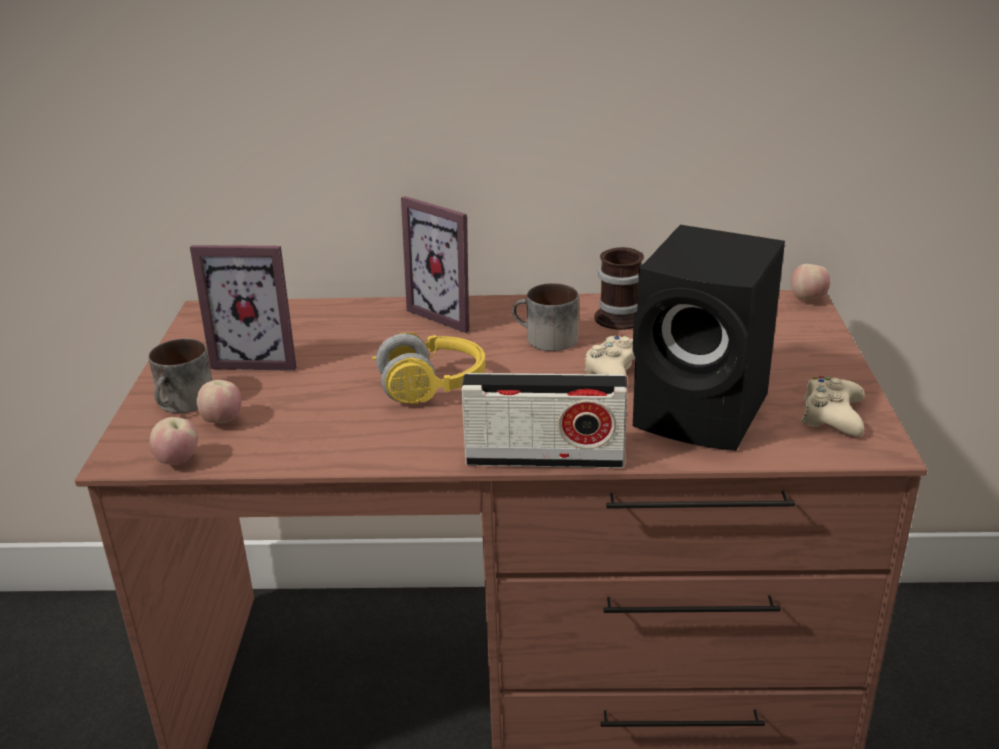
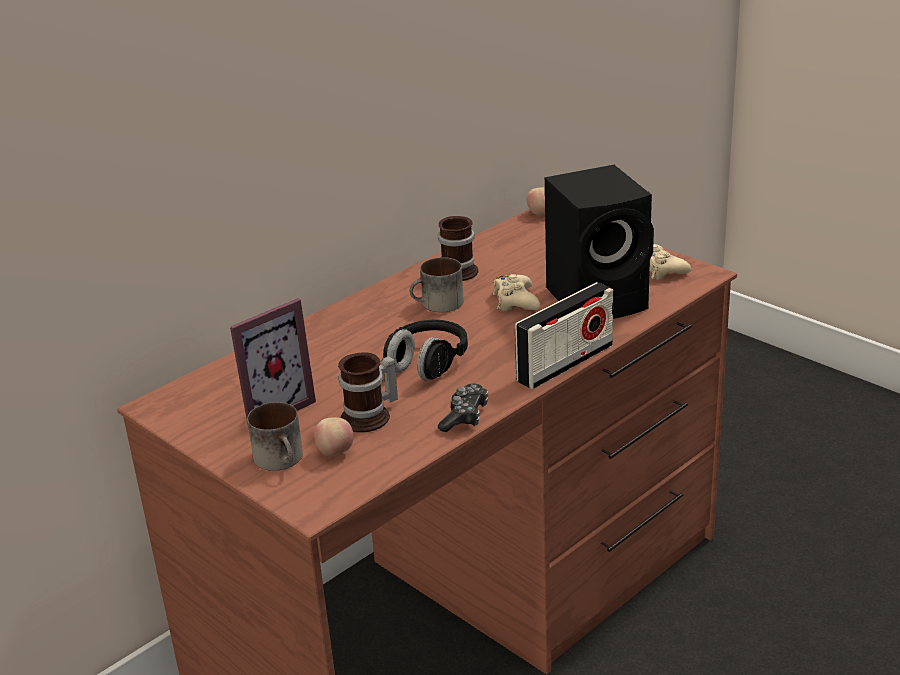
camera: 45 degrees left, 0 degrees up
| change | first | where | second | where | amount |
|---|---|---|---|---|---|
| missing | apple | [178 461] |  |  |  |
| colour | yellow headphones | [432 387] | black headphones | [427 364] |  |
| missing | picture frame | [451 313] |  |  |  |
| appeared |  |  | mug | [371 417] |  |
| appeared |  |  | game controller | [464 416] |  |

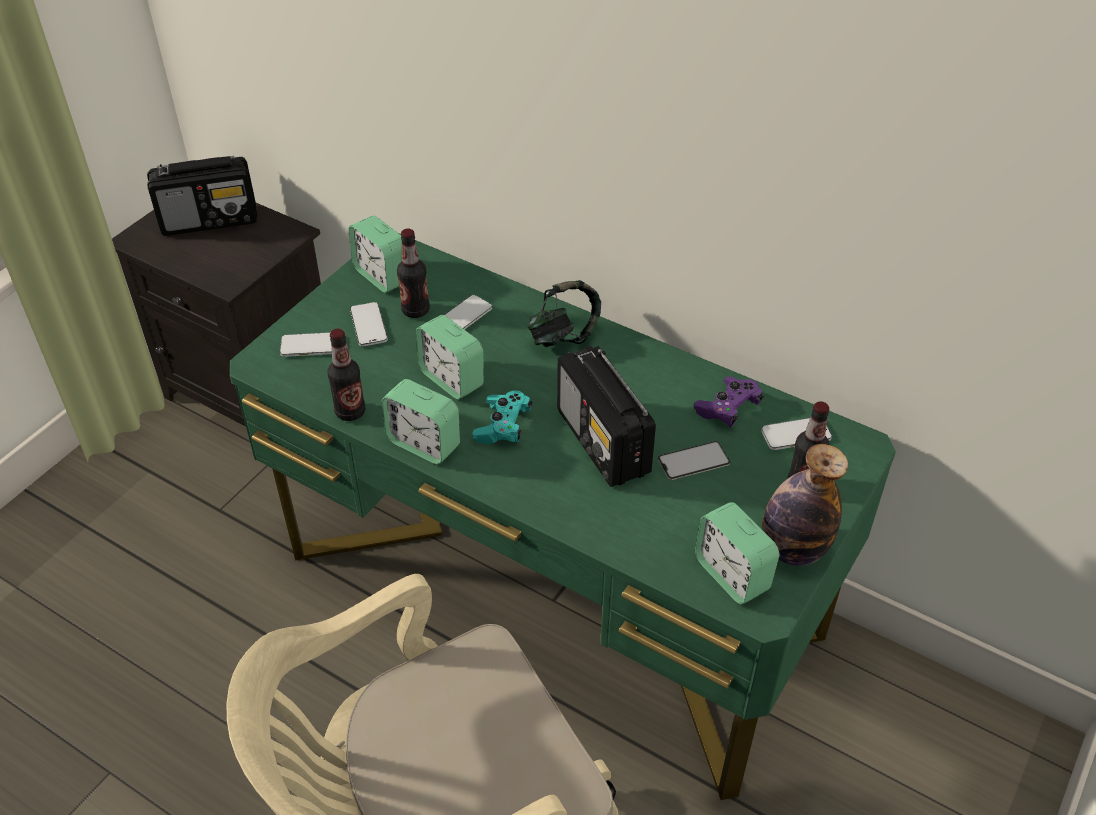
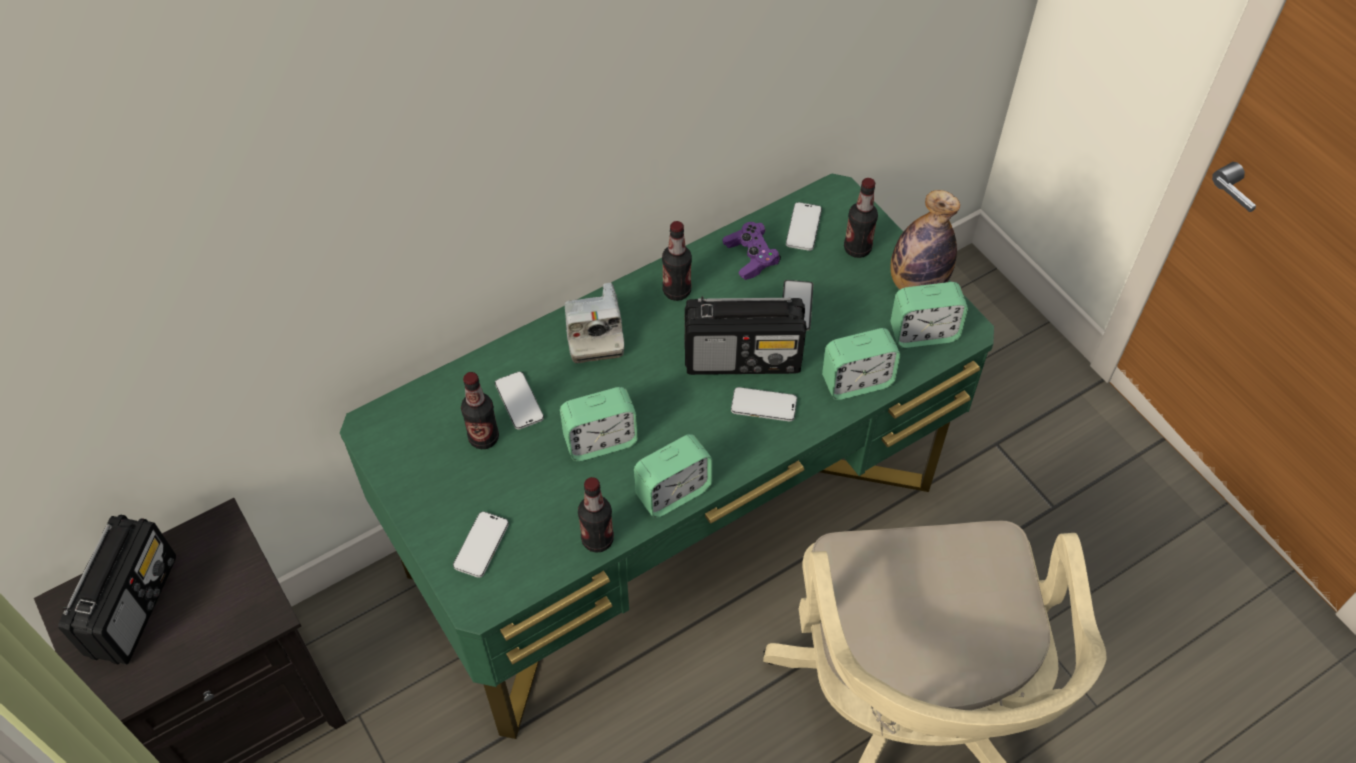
camera: 65 degrees left, 10 degrees up
| change | first | where | second | where | amount |
|---|---|---|---|---|---|
| relocated | alarm clock | [382 276] |  | [857 381] |  |
| relocated | phone | [368 326] |  | [763 405] |  |
| missing | turquoise game controller | [503 426] |  |  |  |
| exchanged | headphones | [563 336] | photo camera | [594 333] |  |
| appeared |  |  | bottle | [676 291] |  |

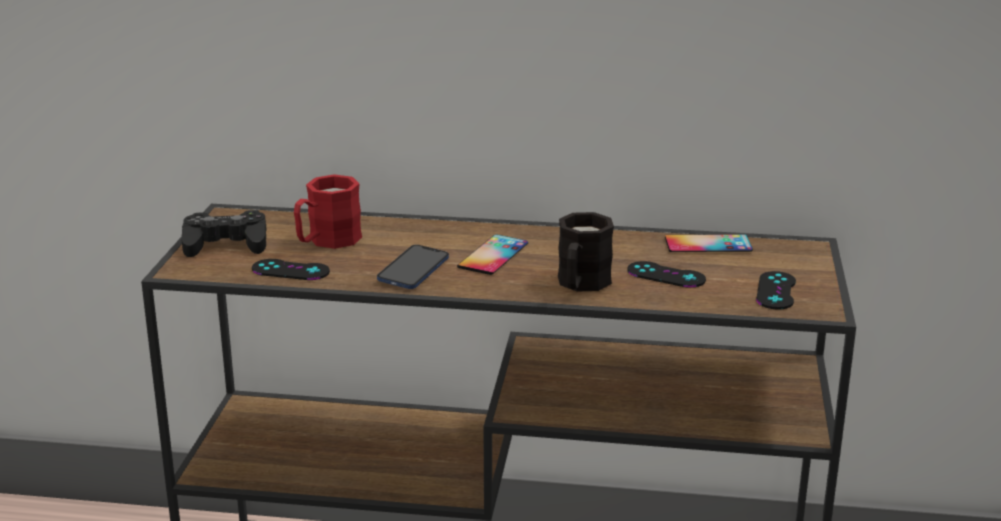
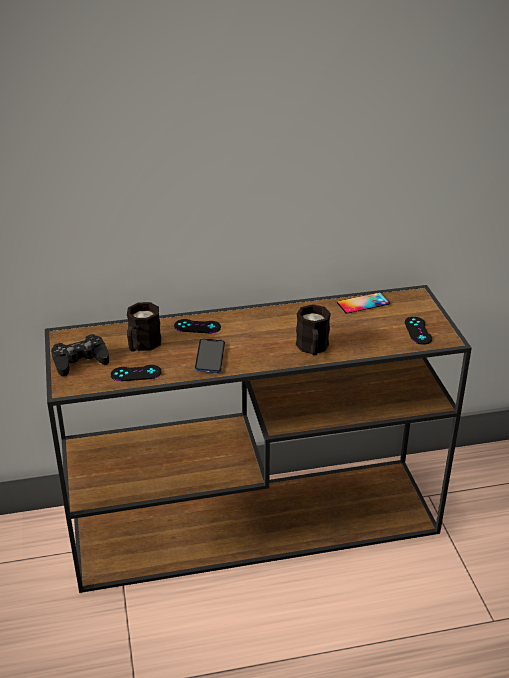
camera: 20 degrees left, 10 degrees up
| change | first | where | second | where | amount |
|---|---|---|---|---|---|
| colour | red mug | [327 241] | black mug | [142 345] |  |
| missing | phone | [493 255] |  |  |  |
| relocated | black game controller | [666 275] |  | [197 326] |  |

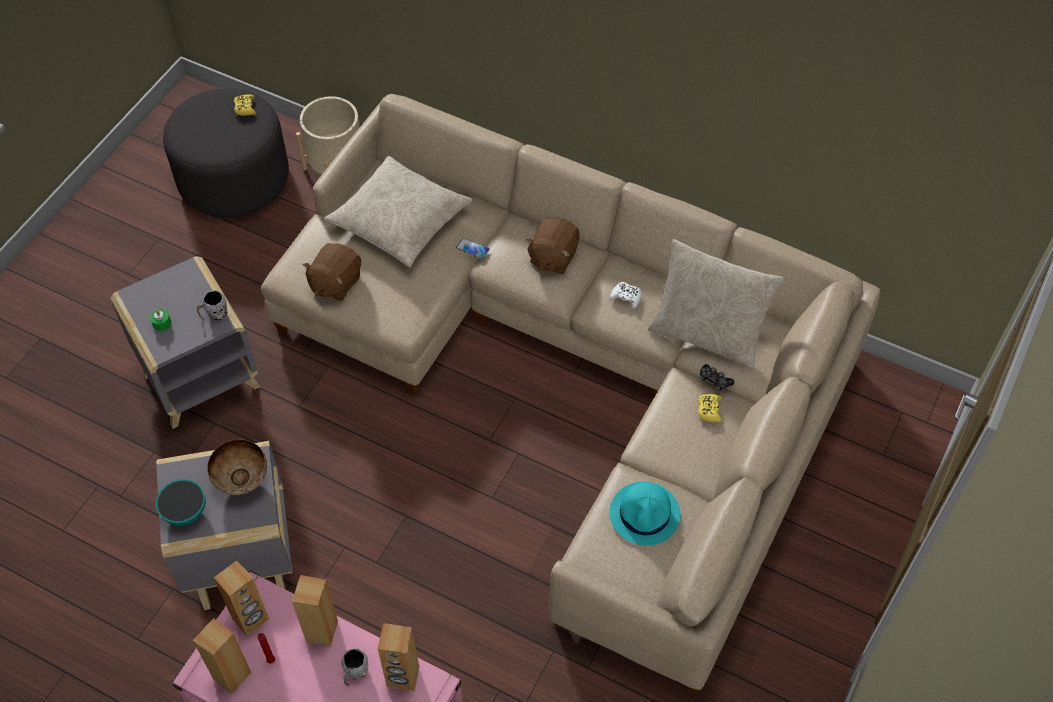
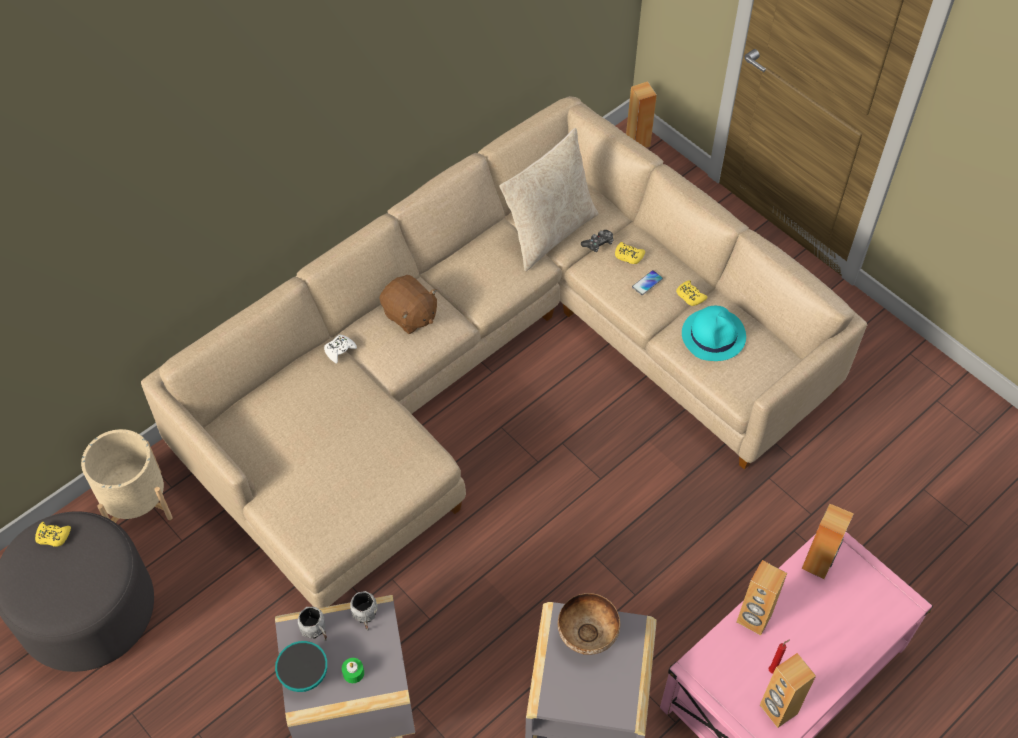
camera: 70 degrees left, 0 degrees up
| change | first | where | second | where | amount |
|---|---|---|---|---|---|
| relocated | bowl | [185 512] |  | [304 675] |  |
| relocated | brown speaker | [251 619] |  | [638 142] |  |
| missing | brown plush toy | [335 283] |  |  |  |
| missing | beige pillow | [399 220] |  |  |  |
| relocated | grey mug | [354 673] |  | [316 631] |  |
| relocated | phone | [472 249] |  | [647 283] |  |
| relocated | white game controller | [626 297] |  | [339 350] |  |
| appeared |  |  | yellow game controller | [690 296] |  |

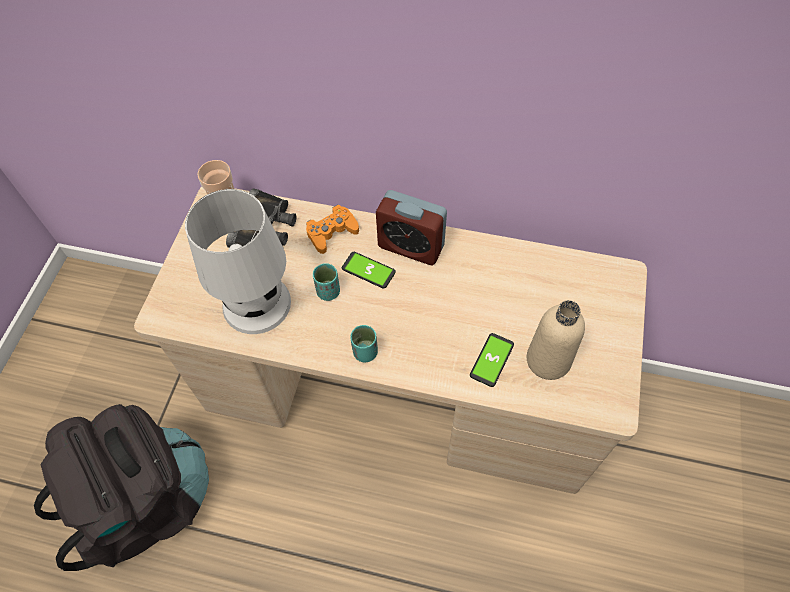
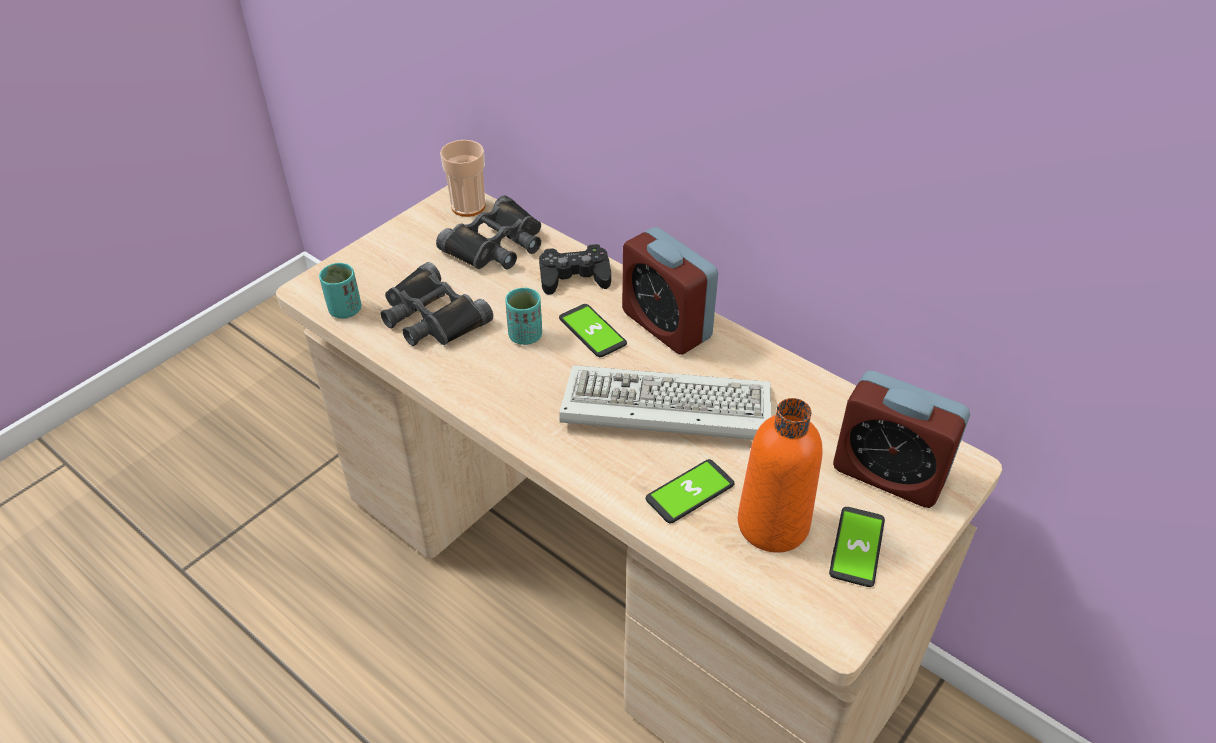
camera: 25 degrees right, 15 degrees down
| change | first | where | second | where | amount |
|---|---|---|---|---|---|
| missing | black backpack | [146 502] |  |  |  |
| exchanged | white table lamp | [257 303] | black binoculars | [431 317] |  |
| colour | orange game controller | [332 232] | black game controller | [574 277] |  |
| relocated | turquoise cup | [365 352] |  | [345 310] |  |
| colour | beige bottle | [548 360] | orange bottle | [773 524] |  |
| appeared |  |  | keyboard | [661 410] |  |
| appeared |  |  | phone | [856 547] |  |
| appeared |  |  | alarm clock | [888 474] |  |

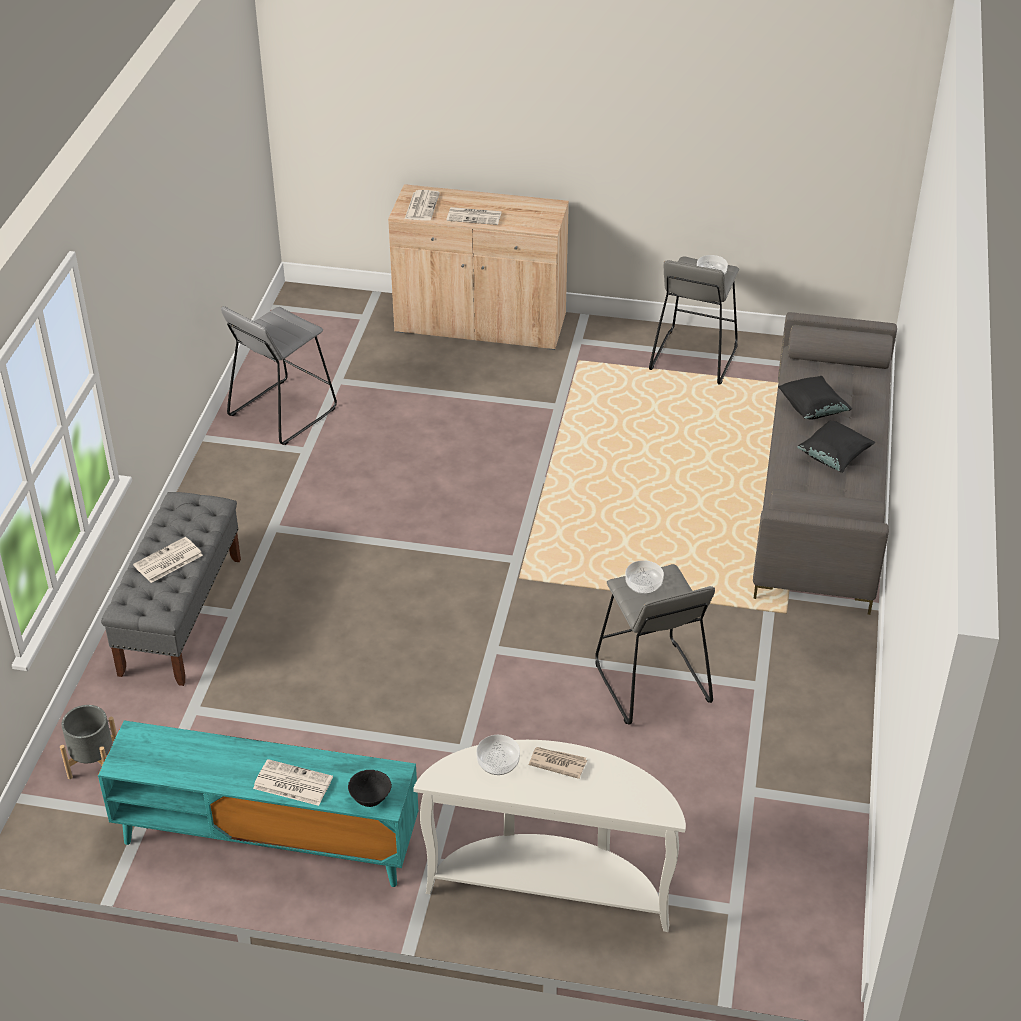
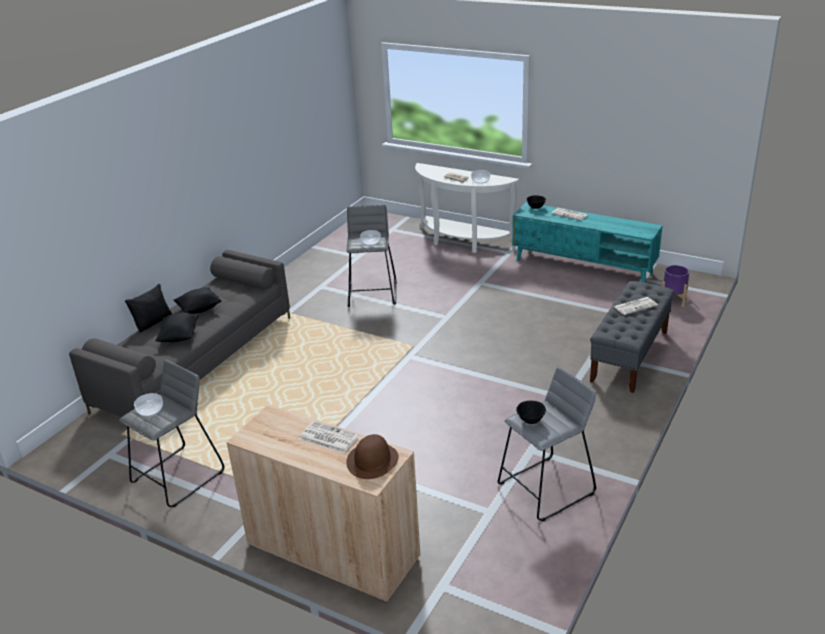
camera: 160 degrees left, 10 degrees down
| change | first | where | second | where | amount |
|---|---|---|---|---|---|
| colour | grey planter | [94 763] | purple planter | [673 299] |  |
| exchanged | newspaper | [421 206] | brown hat | [372 460] |  |
| appeared |  |  | black pillow | [153 322] |  |
| appeared |  |  | black bowl | [530 420] |  |

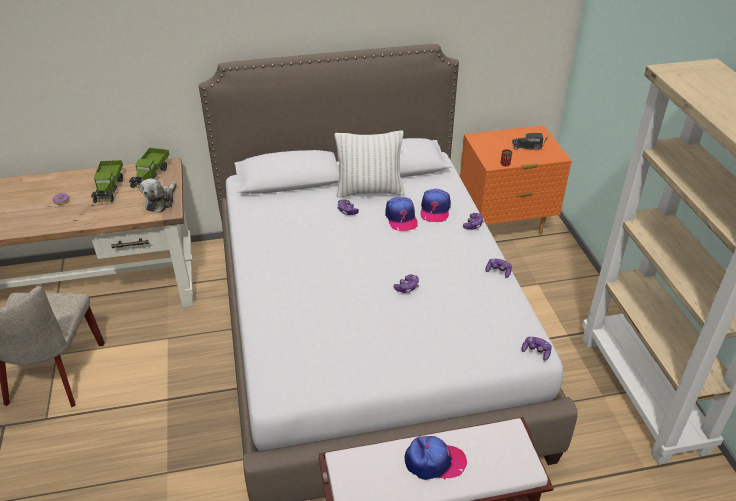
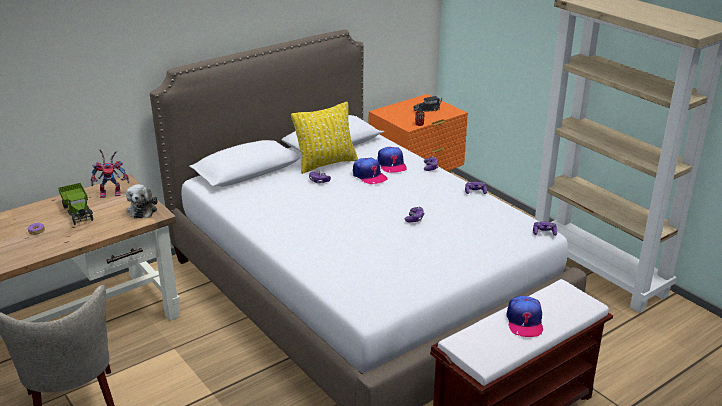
camera: 25 degrees left, 10 degrees down
| change | first | where | second | where | amount |
|---|---|---|---|---|---|
| exchanged | toy truck | [151 175] | toy robot | [112 193] |  |
| colour | white pillow | [369 191] | yellow pillow | [326 163] |  |
| spun | cap | [434 462] |  | [524 321] | 120 degrees clockwise |

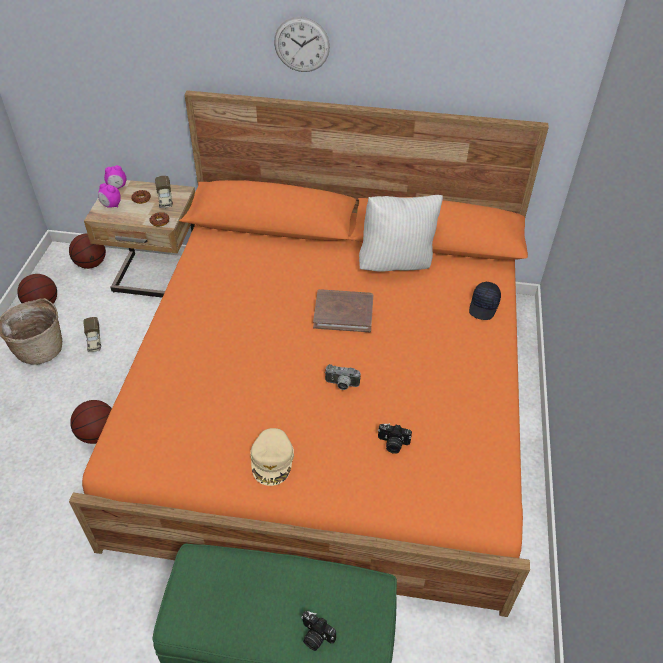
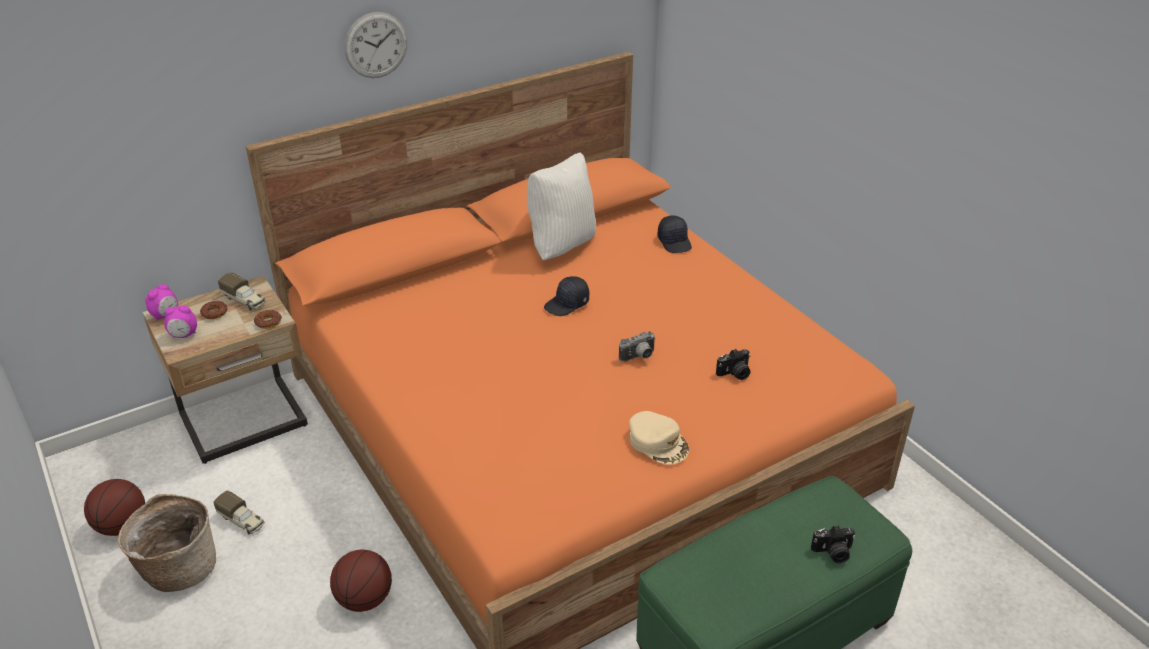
camera: 40 degrees left, 10 degrees down
| change | first | where | second | where | amount |
|---|---|---|---|---|---|
| missing | basketball | [91 264] |  |  |  |
| exchanged | brown book | [343 313] | black cap | [567 304] |  |

